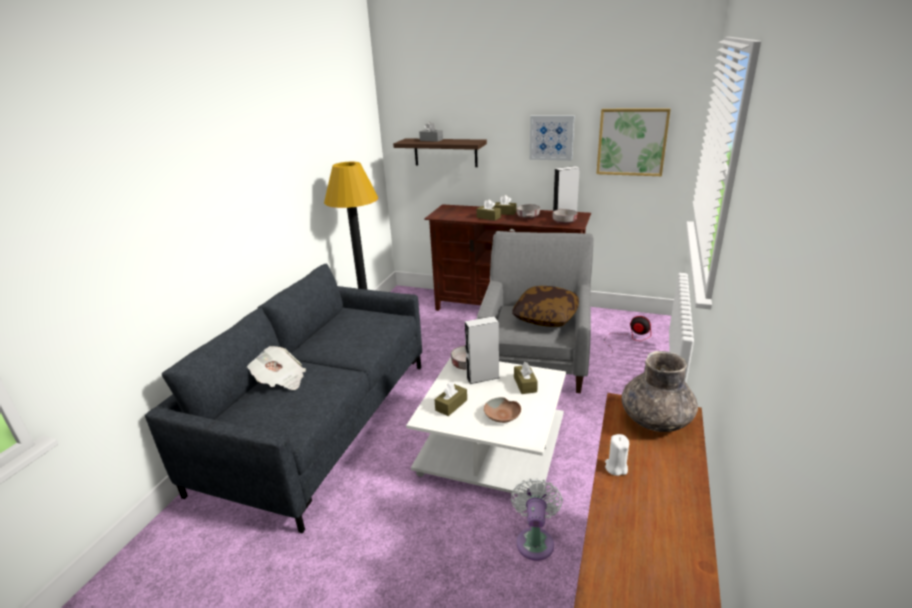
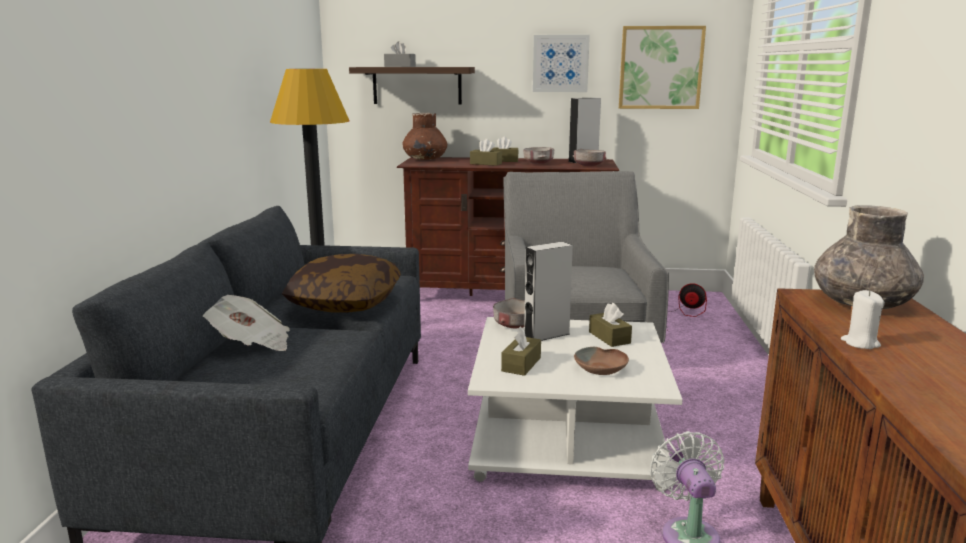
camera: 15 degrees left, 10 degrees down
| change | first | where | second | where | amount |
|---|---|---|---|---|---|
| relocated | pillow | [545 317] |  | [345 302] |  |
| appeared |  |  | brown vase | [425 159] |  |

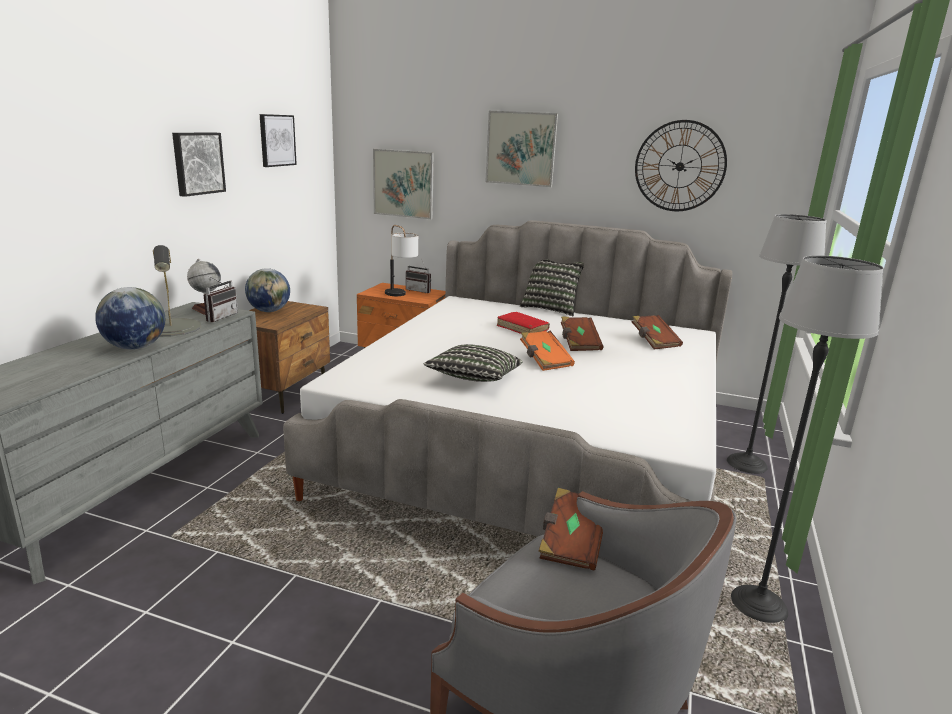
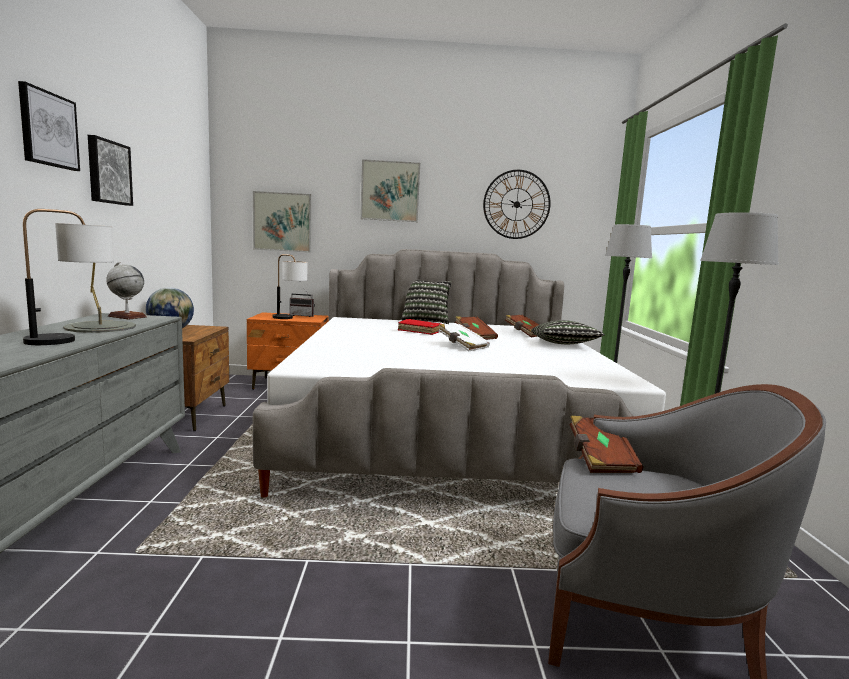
camera: 20 degrees left, 10 degrees down
| change | first | where | second | where | amount |
|---|---|---|---|---|---|
| exchanged | globe | [135 347] | table lamp | [74 339] |  |
| missing | radio | [219 317] |  |  |  |
| relocated | picture | [277 140] |  | [48 129] |  |
| relocated | pillow | [474 379] |  | [564 345] |  |
| colour | orange book | [544 361] | white book | [462 346] |  |

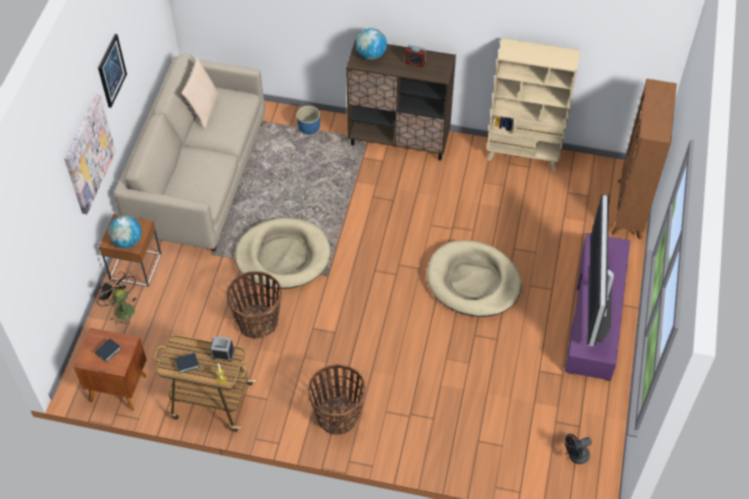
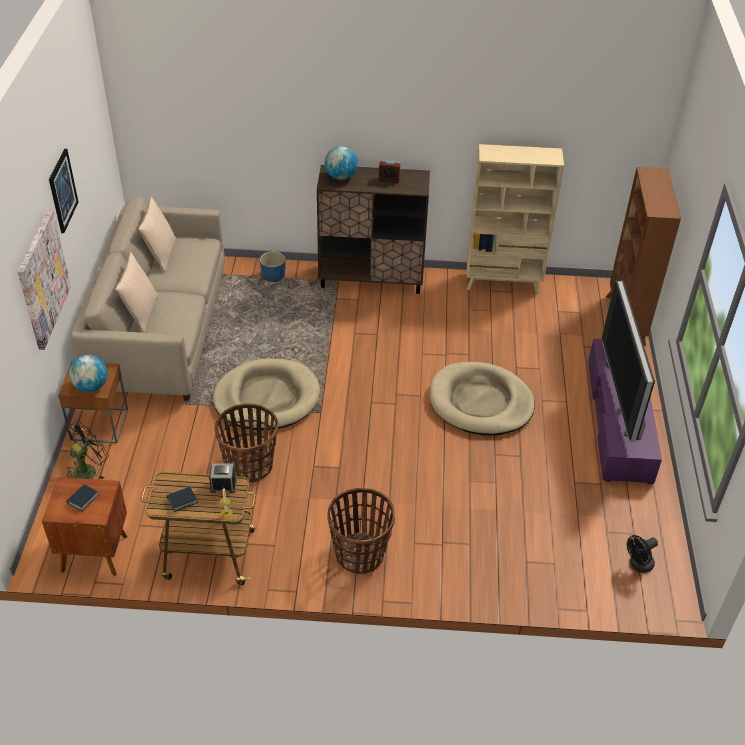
camera: 10 degrees left, 10 degrees down
| change | first | where | second | where | amount |
|---|---|---|---|---|---|
| spun | black fan | [121 309] |  | [88 469] | 90 degrees clockwise |
| appeared |  |  | beige pillow | [141 313] |  |

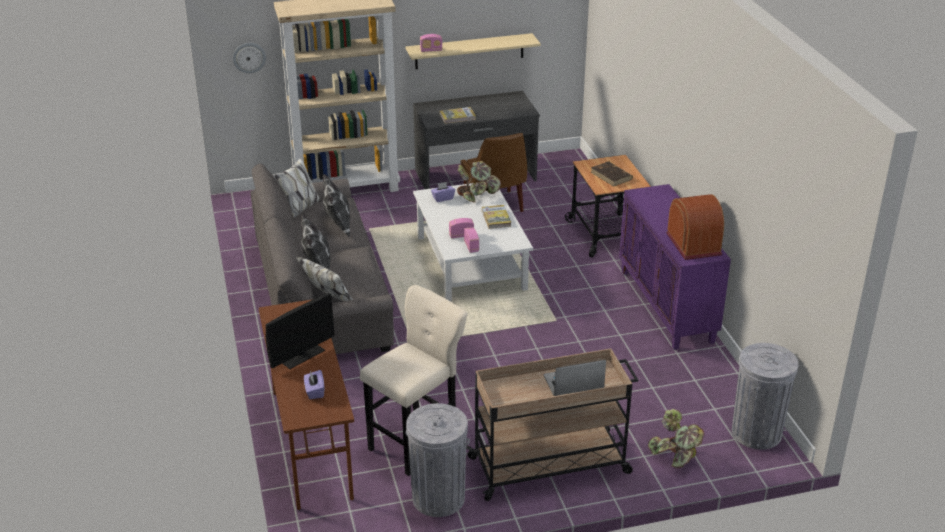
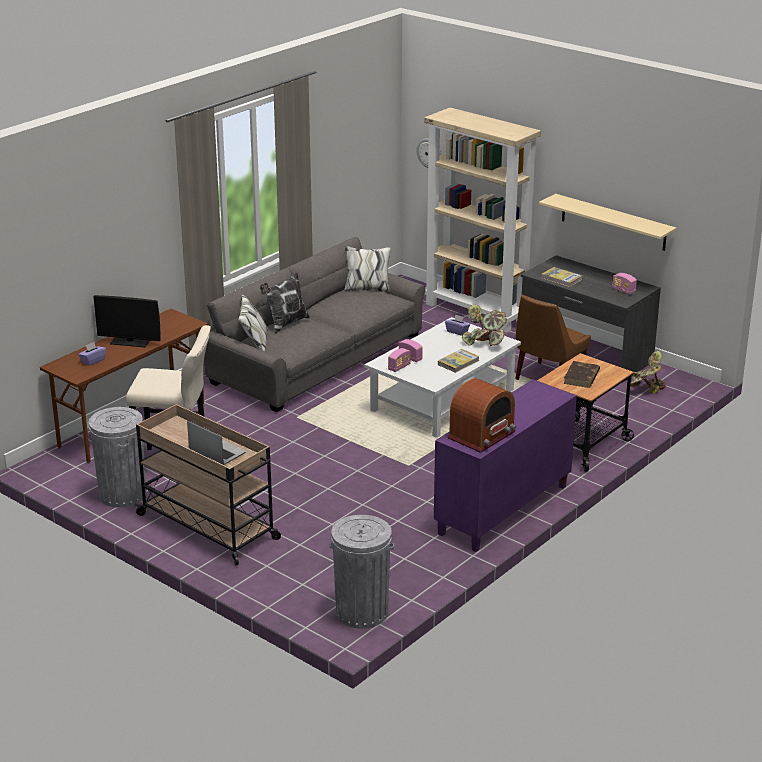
camera: 55 degrees right, 5 degrees down
| change | first | where | second | where | amount |
|---|---|---|---|---|---|
| missing | pillow | [338 226] |  |  |  |
| relocated | radio | [431 50] |  | [623 291] |  |
| relocated | potted plant | [675 456] |  | [644 388] |  |

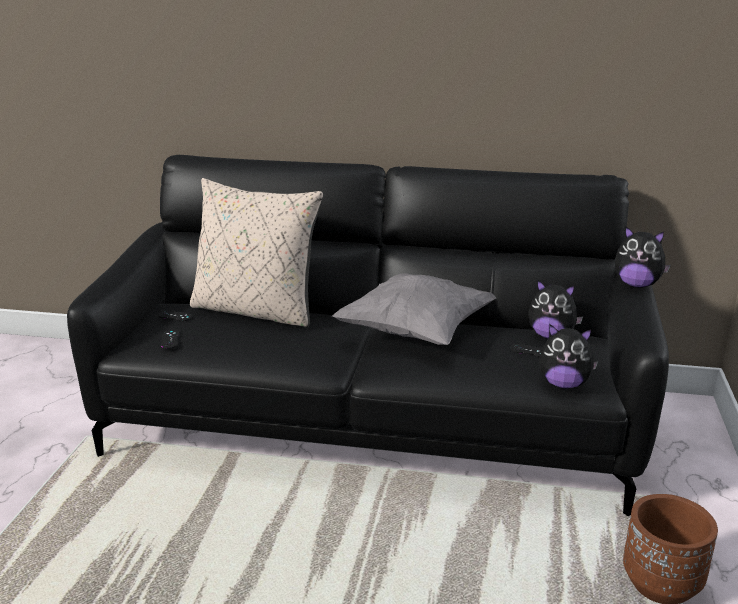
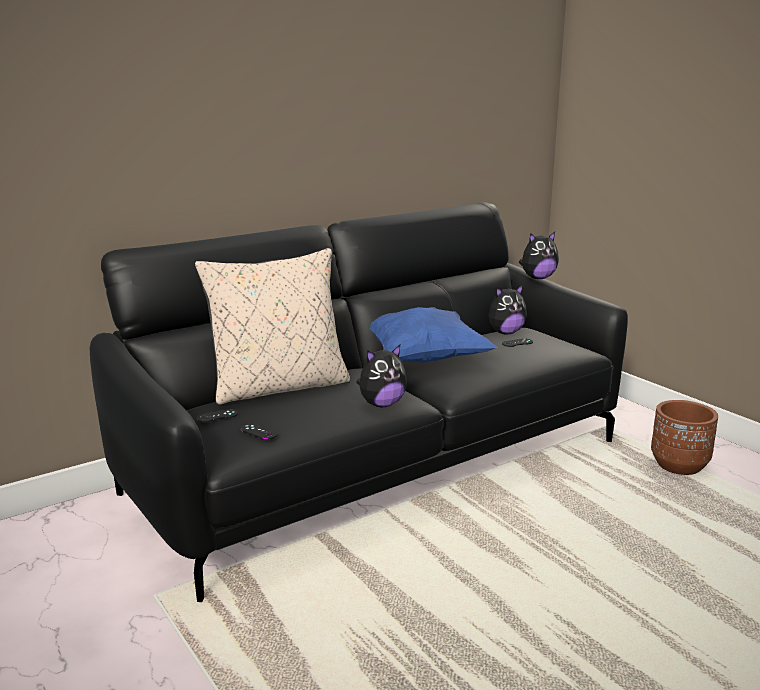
camera: 45 degrees left, 5 degrees down
| change | first | where | second | where | amount |
|---|---|---|---|---|---|
| colour | grey pillow | [416 332] | blue pillow | [423 359] |  |
| relocated | plush toy | [563 384] |  | [381 404] |  |

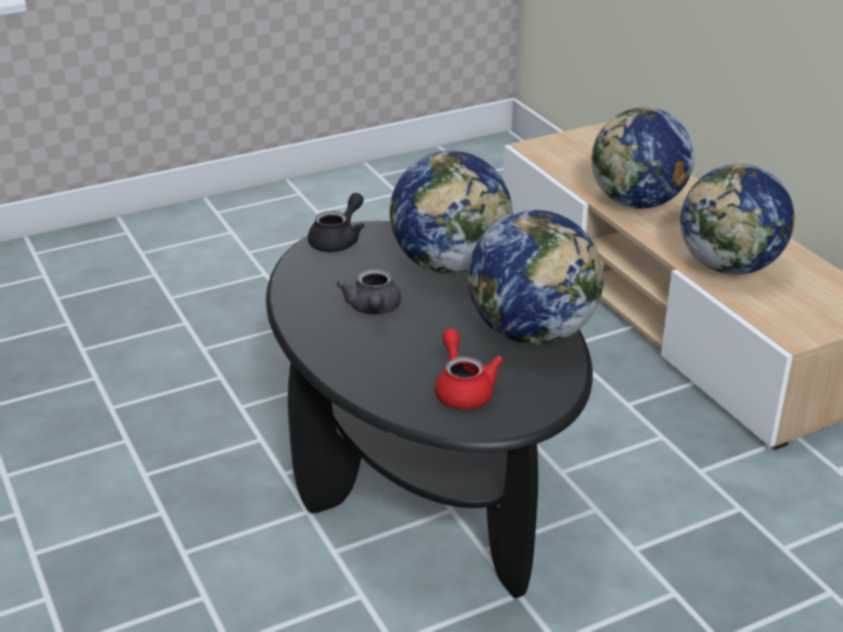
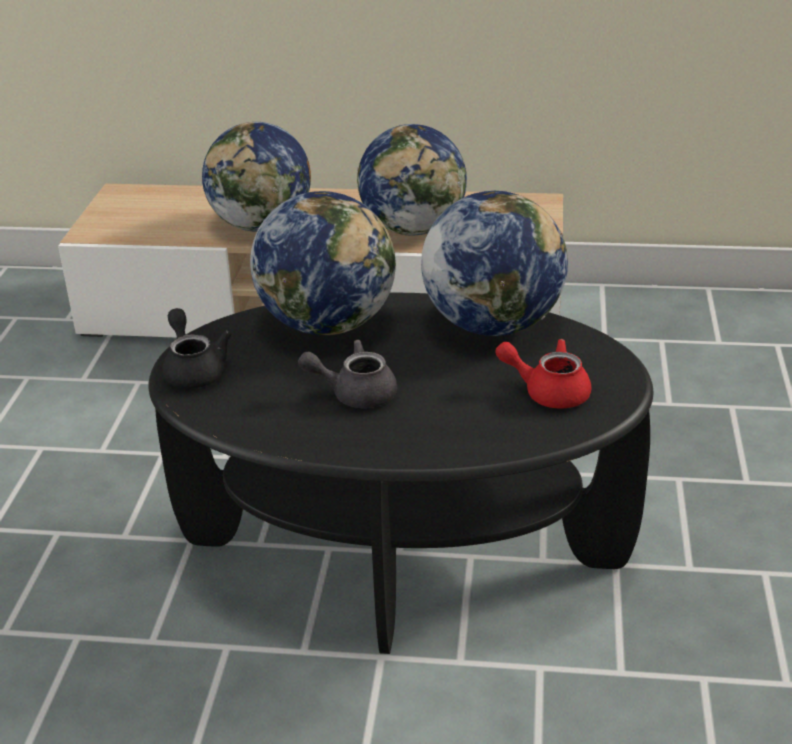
camera: 55 degrees left, 0 degrees up
| change | first | where | second | where | amount |
|---|---|---|---|---|---|
| spun | grey teapot | [373 309] |  | [354 393] | 150 degrees clockwise |

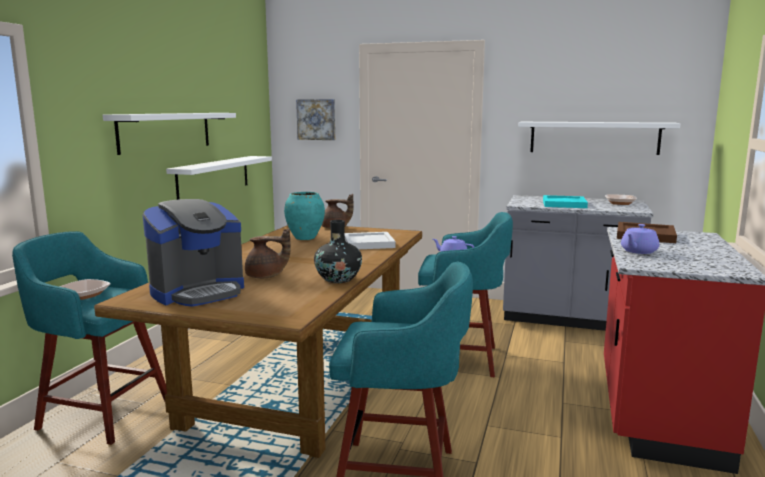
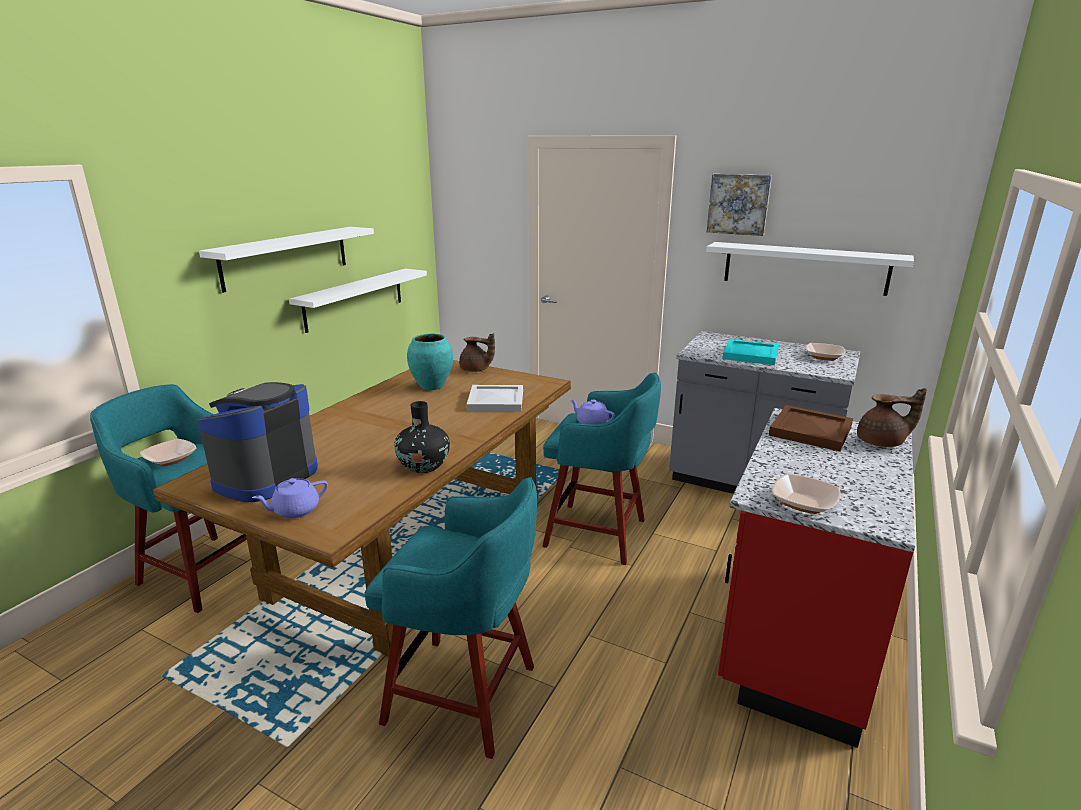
camera: 10 degrees right, 10 degrees up
| change | first | where | second | where | amount |
|---|---|---|---|---|---|
| spun | coffee machine | [198 292] |  | [265 477] | 150 degrees clockwise |
| relocated | brown teapot | [266 276] |  | [882 442] |  |
| relocated | picture | [316 119] |  | [738 204] |  |
| relocated | purple teapot | [638 251] |  | [295 510] |  |
| appeared |  |  | bowl | [803 503] |  |

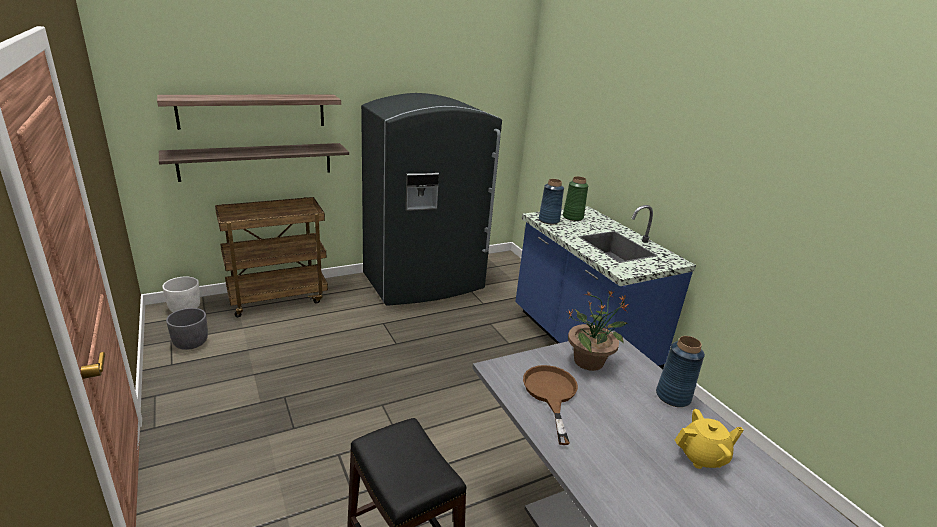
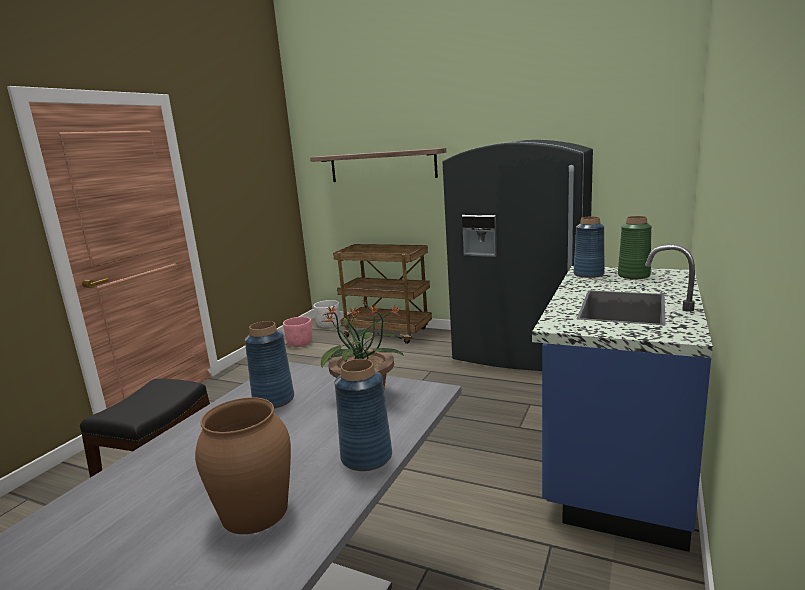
camera: 55 degrees right, 10 degrees down
| change | first | where | second | where | amount |
|---|---|---|---|---|---|
| missing | shelf | [257 161] |  |  |  |
| colour | grey planter | [191 342] | pink planter | [300 344] |  |
| exchanged | brown frying pan | [550 394] | blue vase | [273 400] |  |
| exchanged | yellow teapot | [702 456] | brown vase | [254 511] |  |

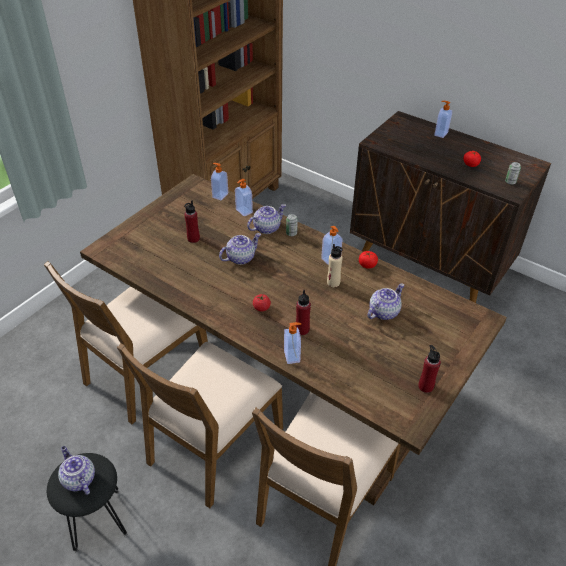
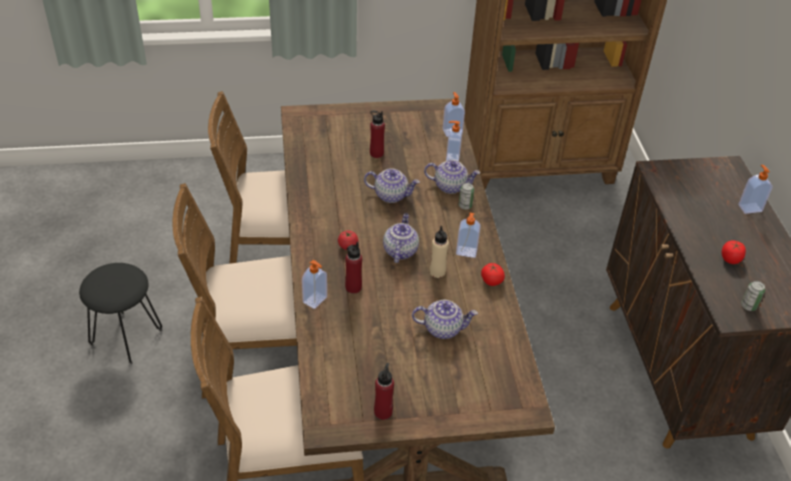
camera: 45 degrees right, 0 degrees up
| change | first | where | second | where | amount |
|---|---|---|---|---|---|
| relocated | teapot | [78 479] |  | [400 250] |  |

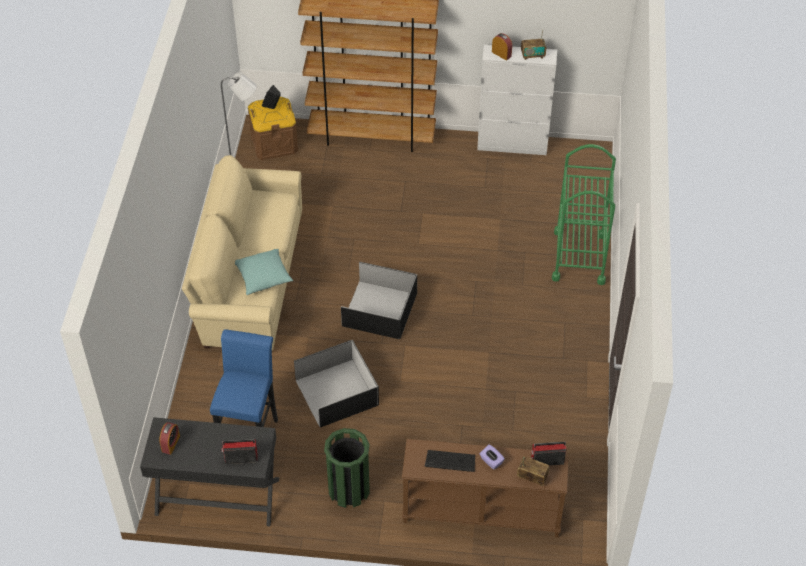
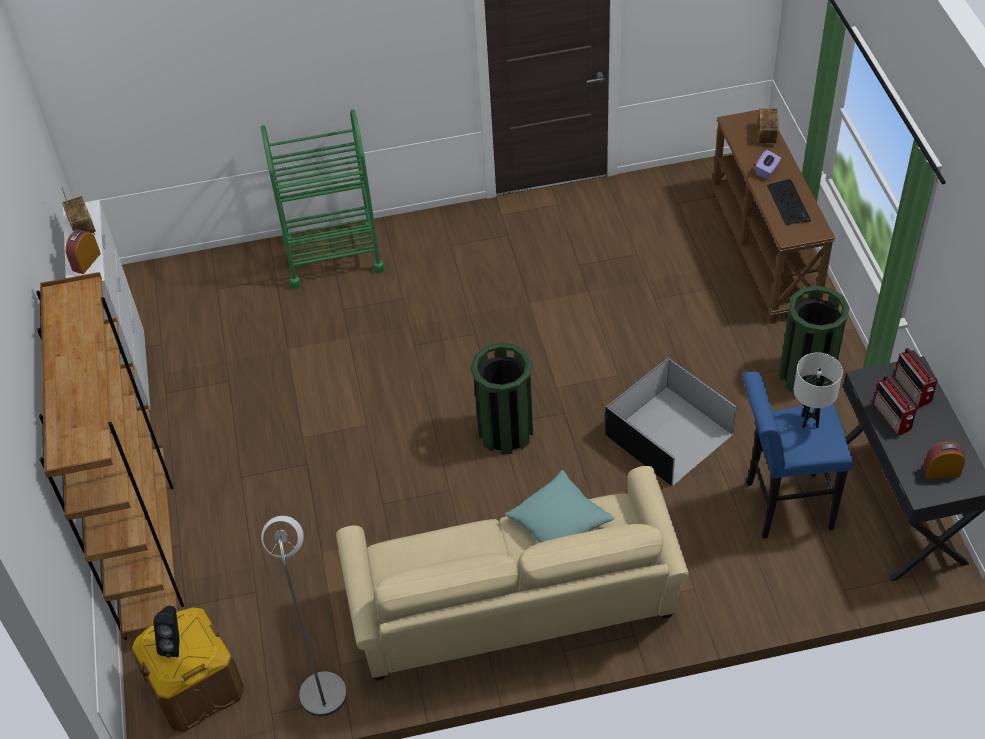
camera: 105 degrees left, 0 degrees up
| change | first | where | second | where | amount |
|---|---|---|---|---|---|
| exchanged | black storage box | [379 309] | green trash can | [505 432] |  |
| relocated | radio | [546 460] |  | [892 417] |  |
| appeared |  |  | white table lamp | [810 421] |  |

